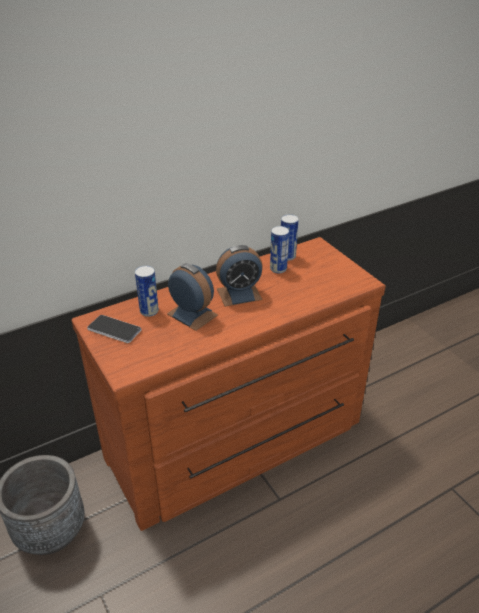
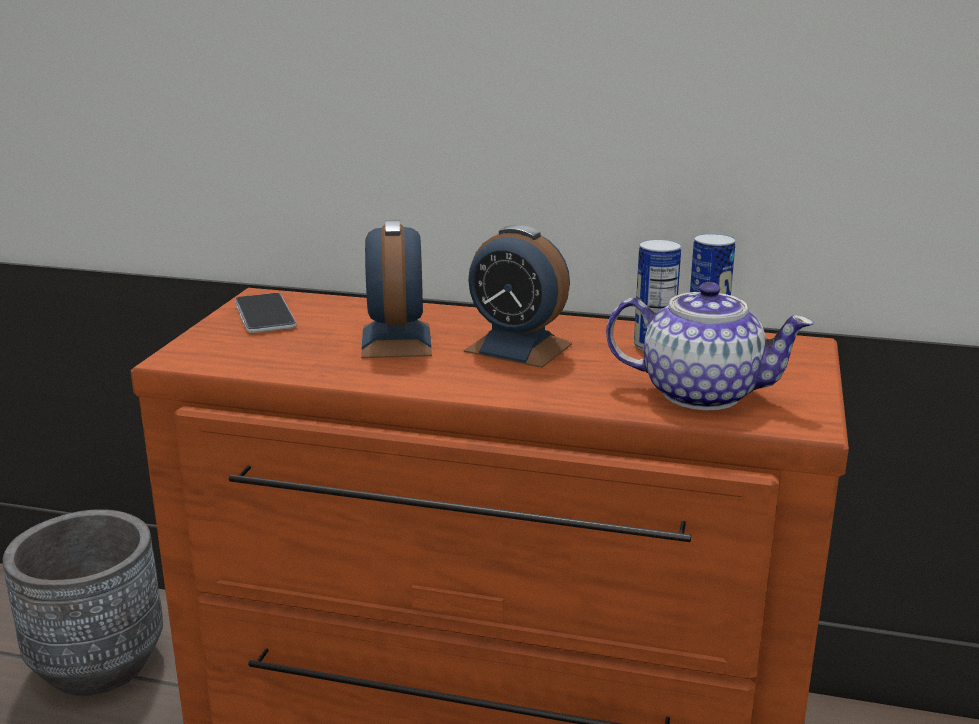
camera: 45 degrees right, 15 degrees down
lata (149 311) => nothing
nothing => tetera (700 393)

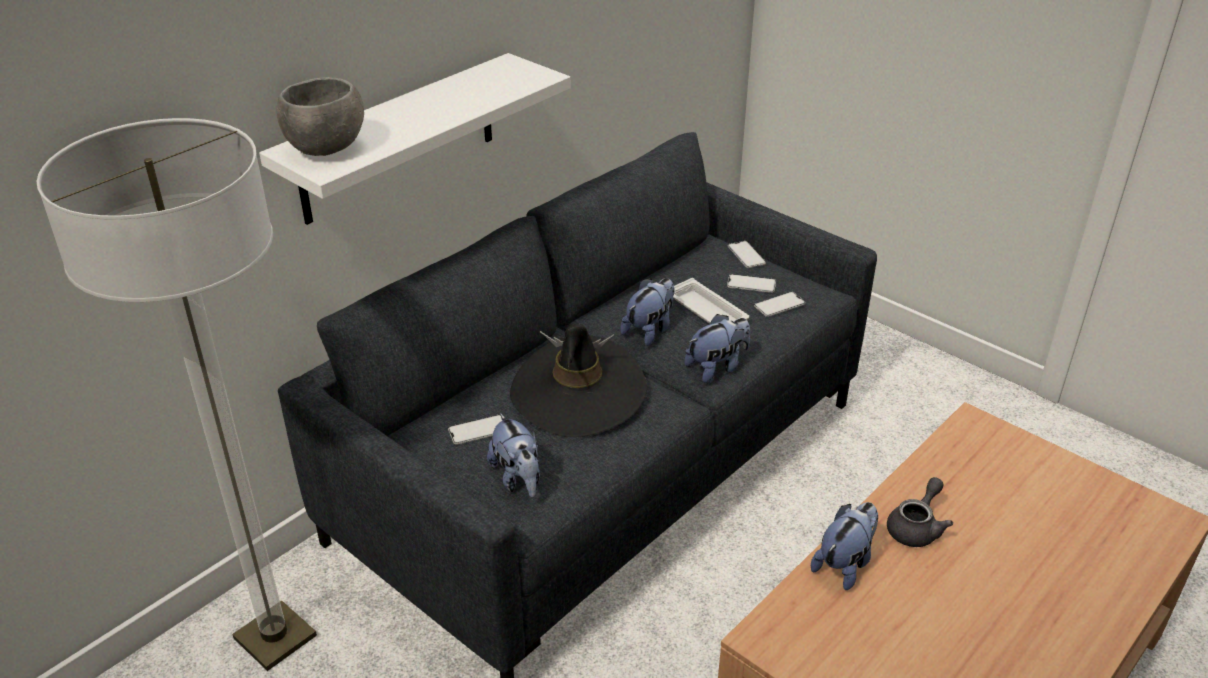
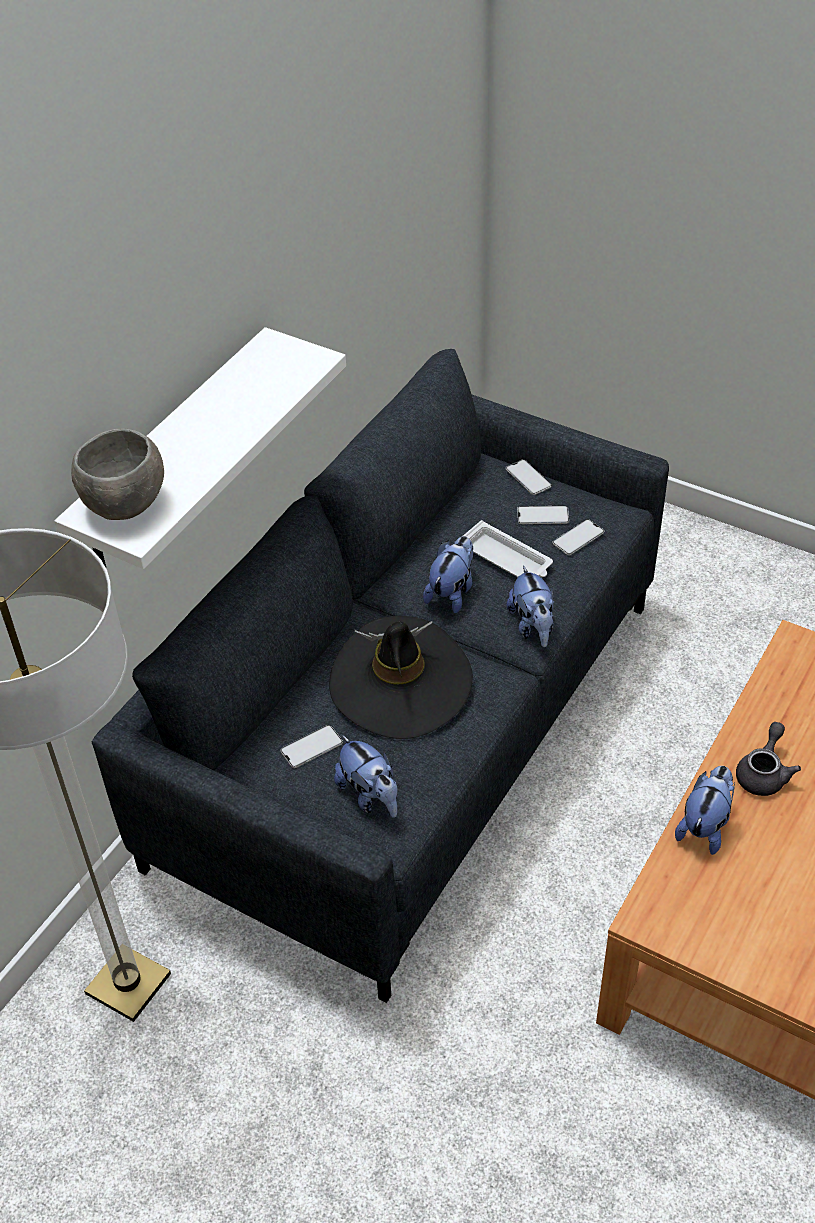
camera: 10 degrees left, 10 degrees up
peluche (717 367) => peluche (533 626), 120 degrees clockwise

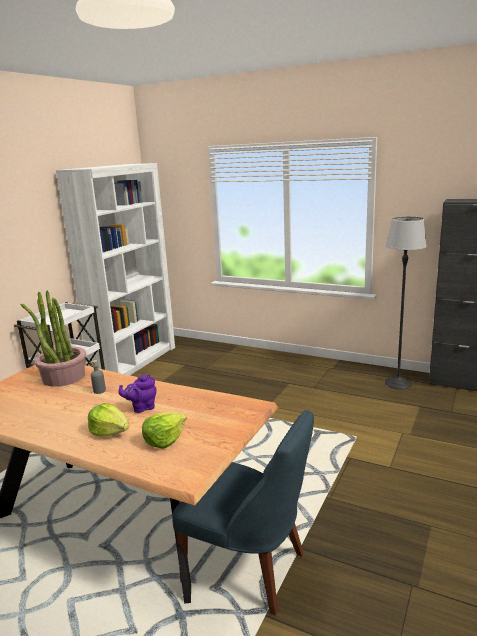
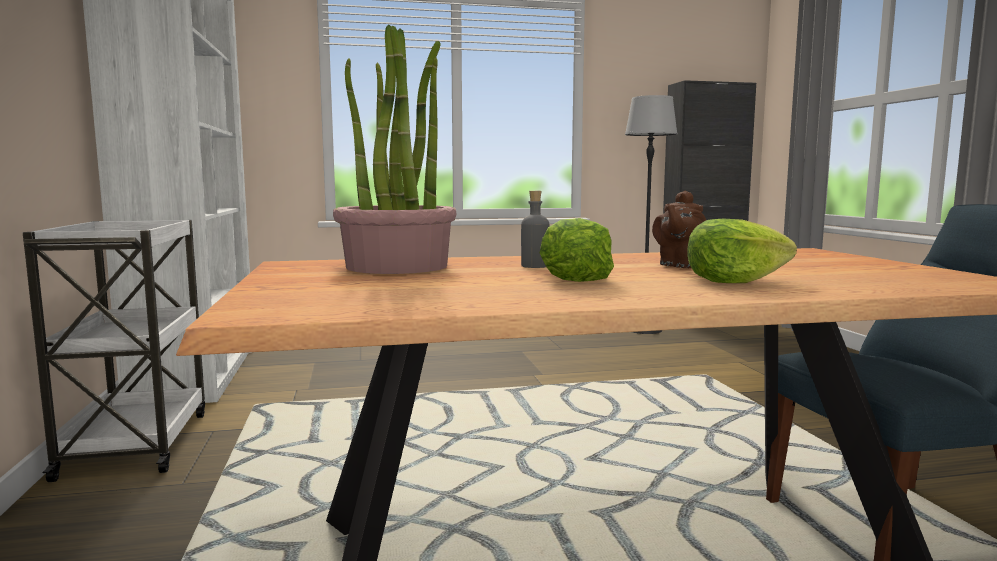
camera: 40 degrees left, 10 degrees down
lechuga (164 440) => lechuga (575 278), shifted
tetera/morado (142 408) => tetera/marrón (678 265)

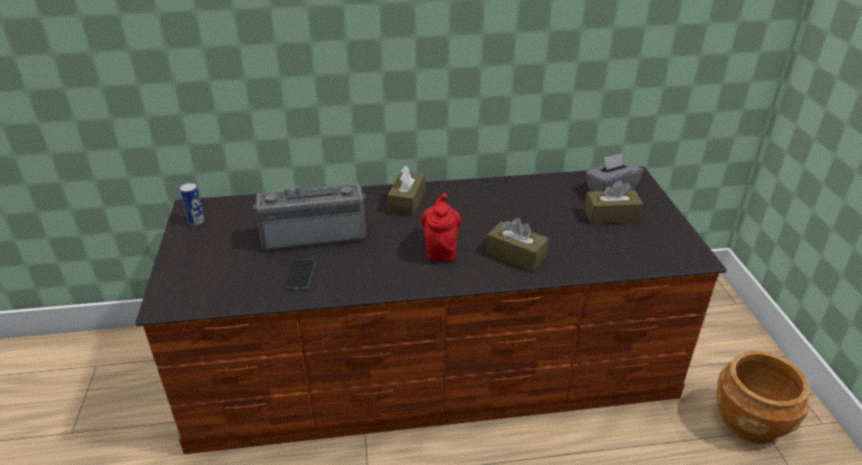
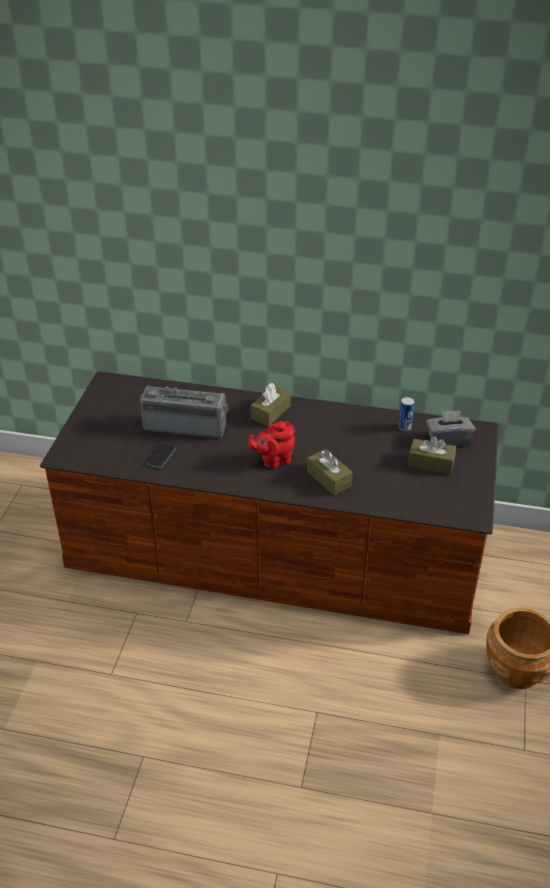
camera: 20 degrees right, 5 degrees up
lata (196 221) => lata (404 427), shifted
tetera/rojo (441 249) => tetera/rojo (274 460), 135 degrees counterclockwise

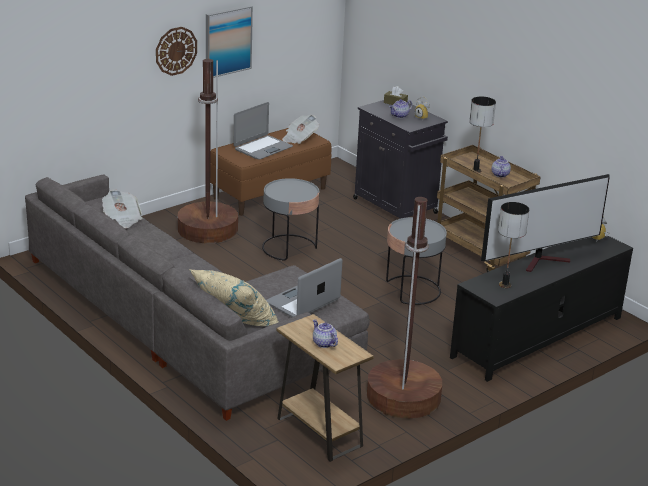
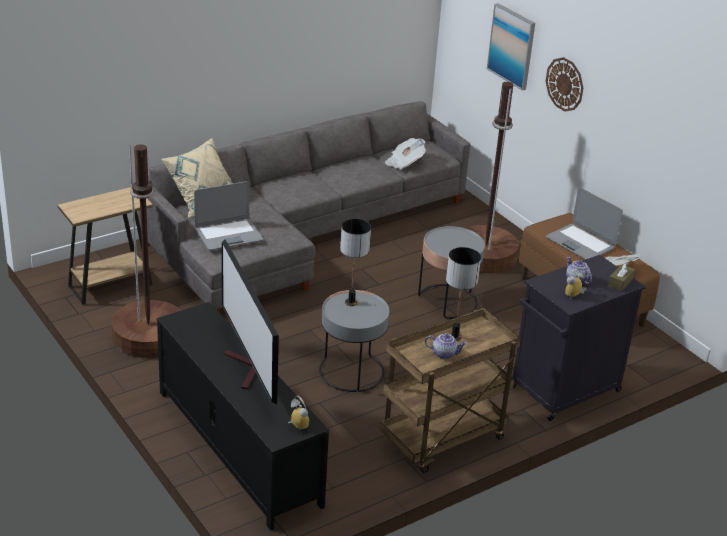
camera: 95 degrees right, 5 degrees up
tetera (323 343) => nothing
cuadro (227 41) => cuadro (512 46), shifted
lámpara de mesa (505 285) => lámpara de mesa (351 302), shifted
portátil (303 302) => portátil (228 235), 105 degrees clockwise

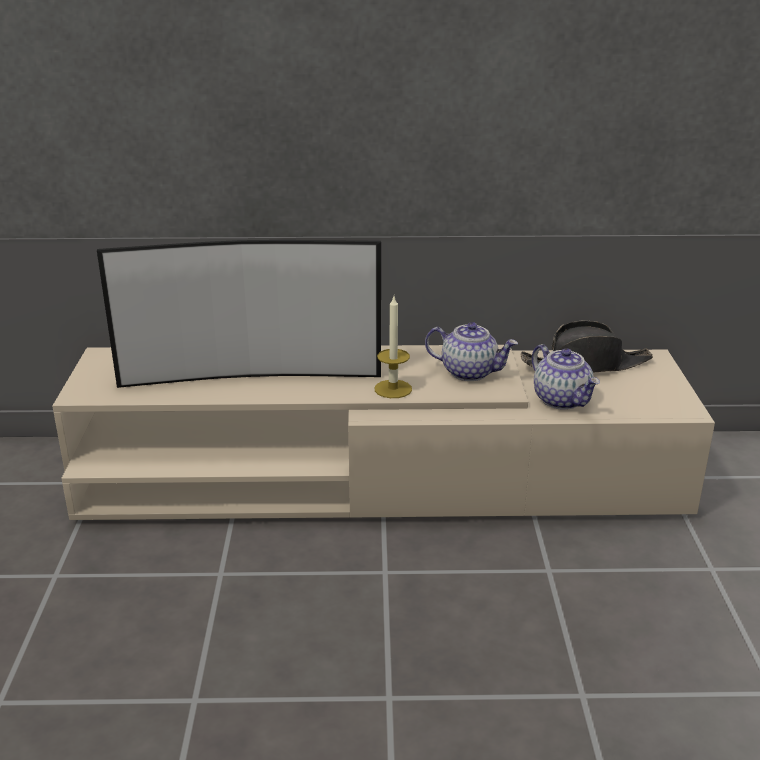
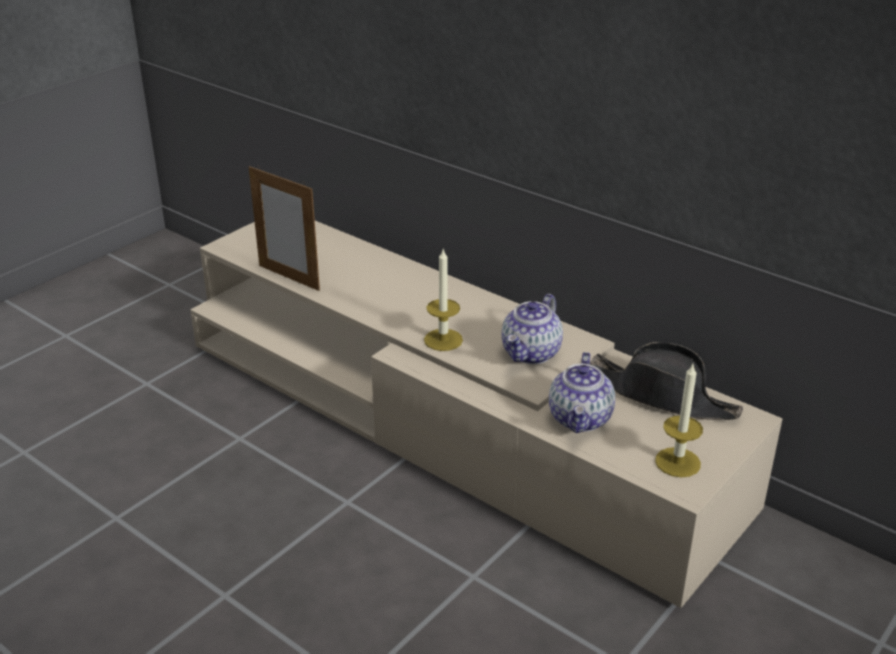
camera: 40 degrees right, 5 degrees up
televisor (250 376) => nothing
nothing => portarretratos (289 277)
nothing => vela (677 462)
tetera (470 372) => tetera (531 353), 60 degrees clockwise

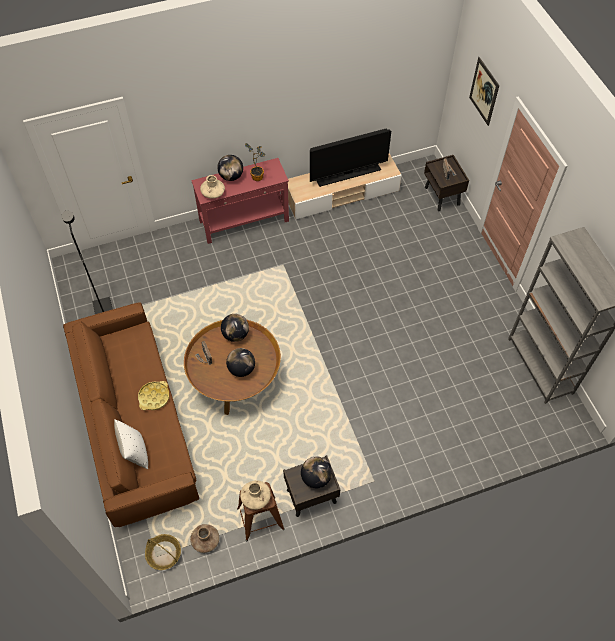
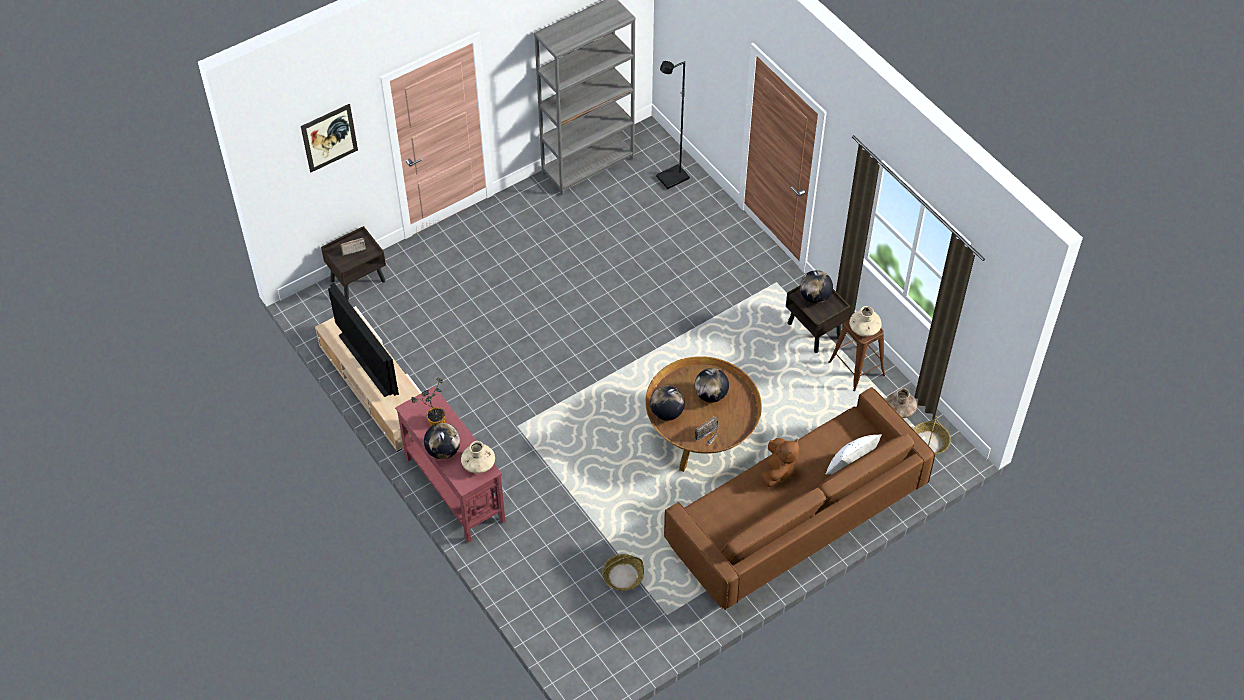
camera: 105 degrees left, 5 degrees down
nothing => cesta (622 576)
lámpara de pie/negro (102 309) => lámpara de pie/negro (672 178), shifted
bandeja/amarillo (154 397) => peluche/marrón (777 471)

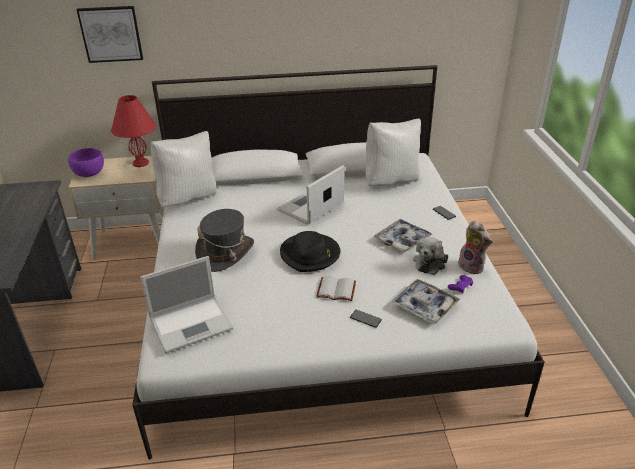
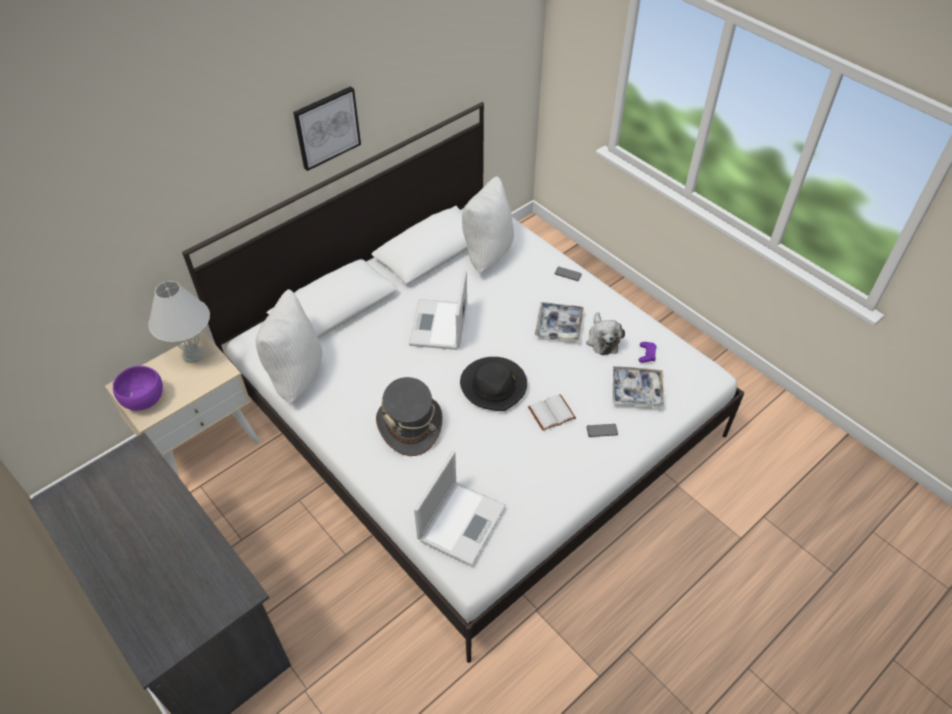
camera: 35 degrees left, 15 degrees up
peluche (472 266) => nothing
cuadro (111 34) => cuadro (326 127), shifted
lámpara de mesa/rojo (140 163) => lámpara de mesa/blanco (194 354)

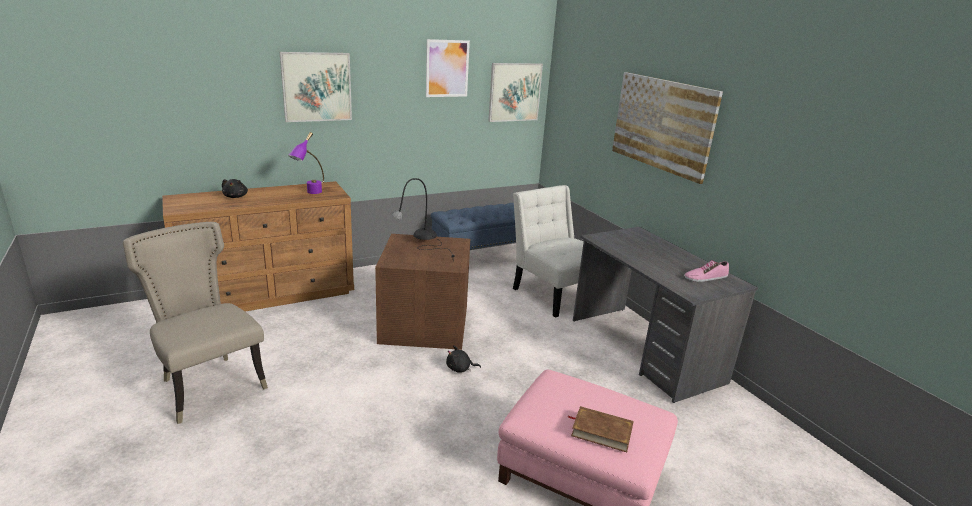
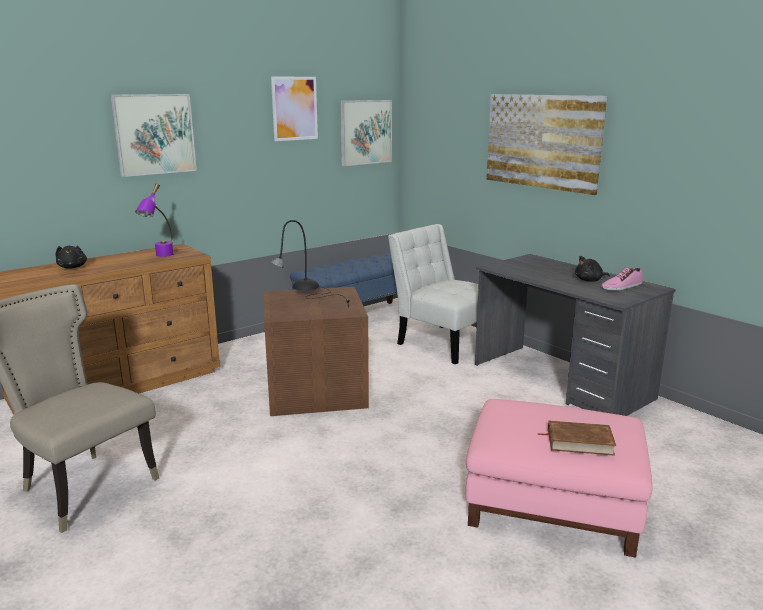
camera: 10 degrees left, 5 degrees down
peluche/negro (460 369) => peluche/negro (590 280), shifted

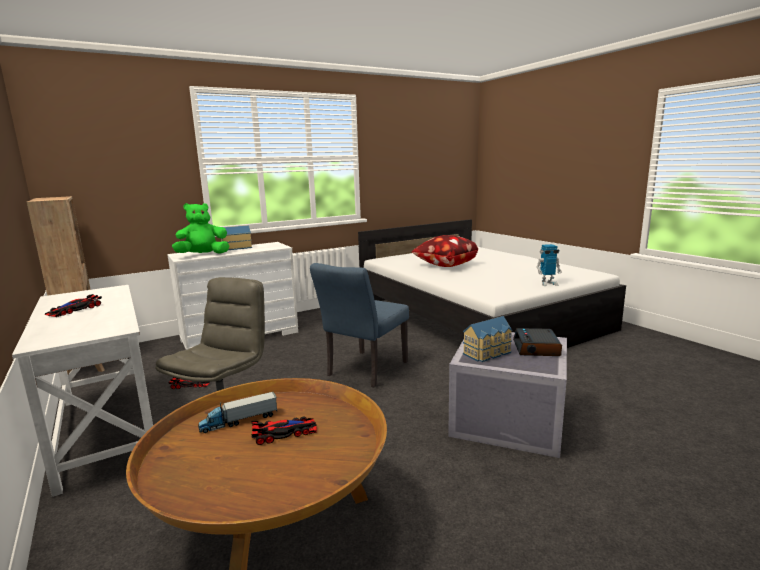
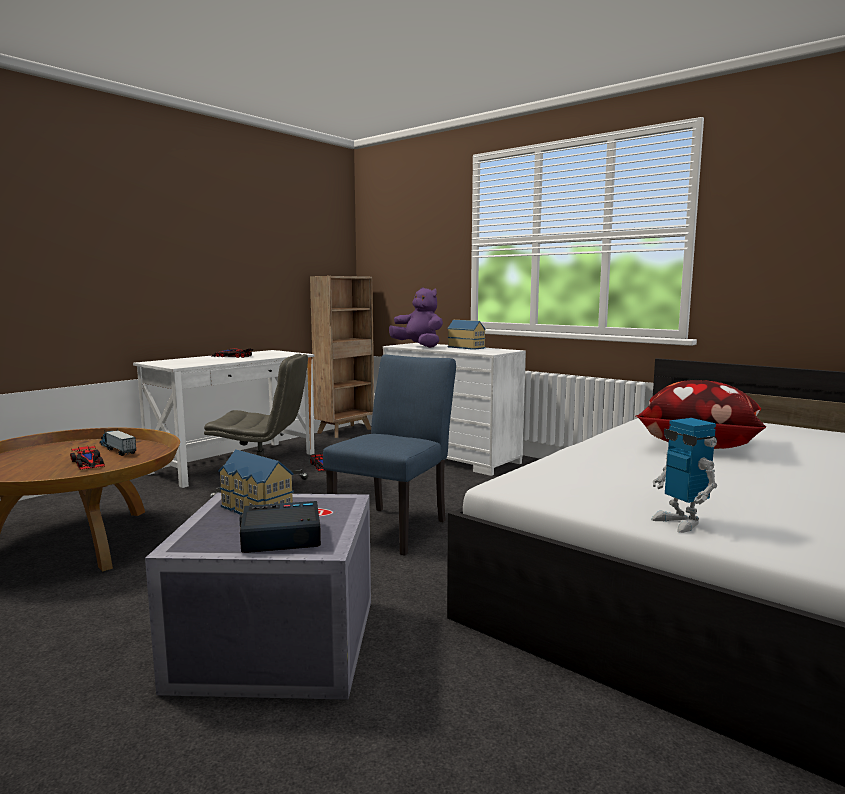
camera: 70 degrees right, 5 degrees down
peluche/verde (203 255) => peluche/morado (418 346)
silla/azul (364 371) => silla/azul (395 526), 105 degrees clockwise

